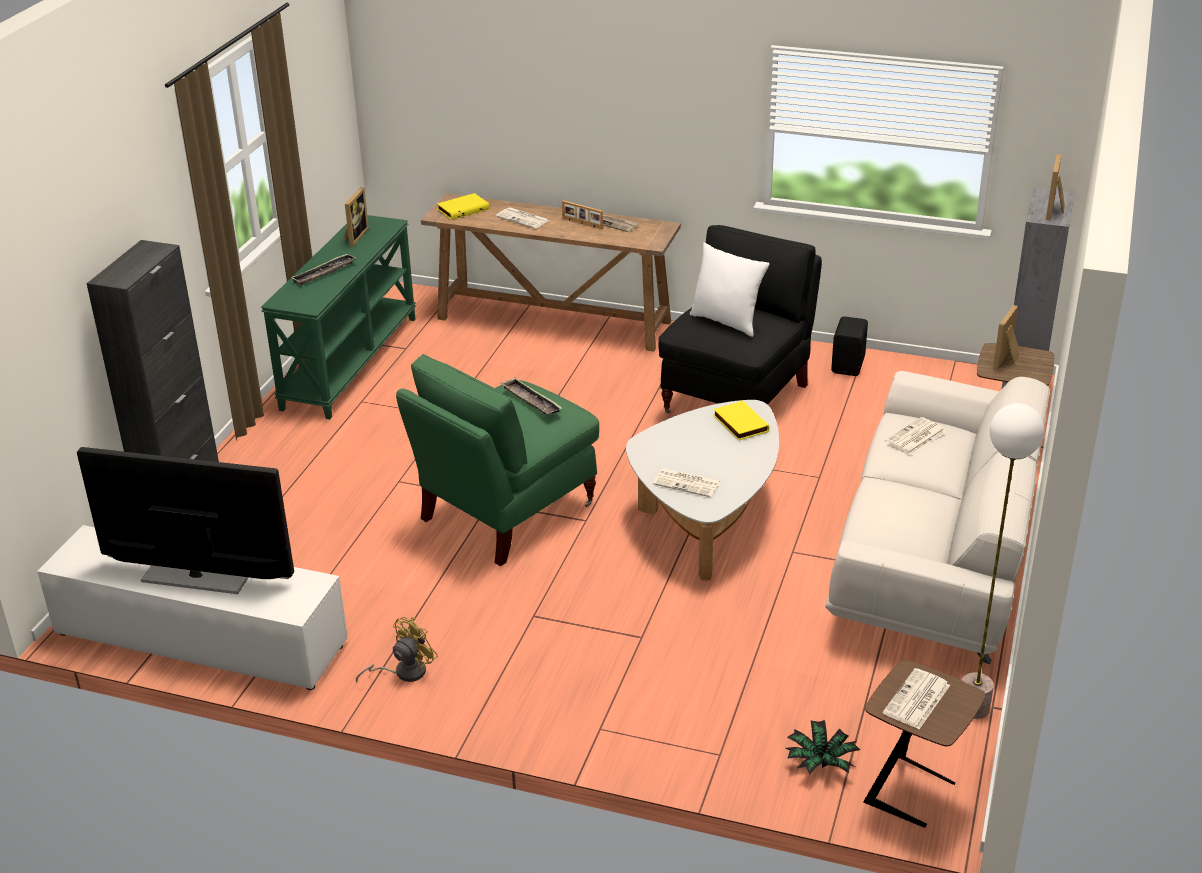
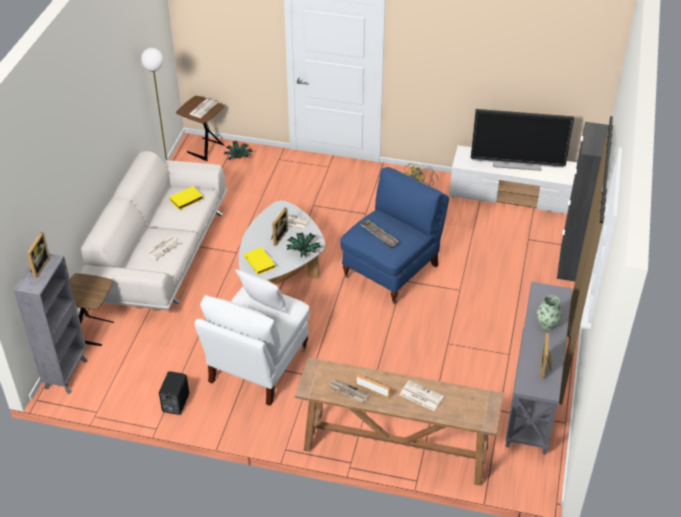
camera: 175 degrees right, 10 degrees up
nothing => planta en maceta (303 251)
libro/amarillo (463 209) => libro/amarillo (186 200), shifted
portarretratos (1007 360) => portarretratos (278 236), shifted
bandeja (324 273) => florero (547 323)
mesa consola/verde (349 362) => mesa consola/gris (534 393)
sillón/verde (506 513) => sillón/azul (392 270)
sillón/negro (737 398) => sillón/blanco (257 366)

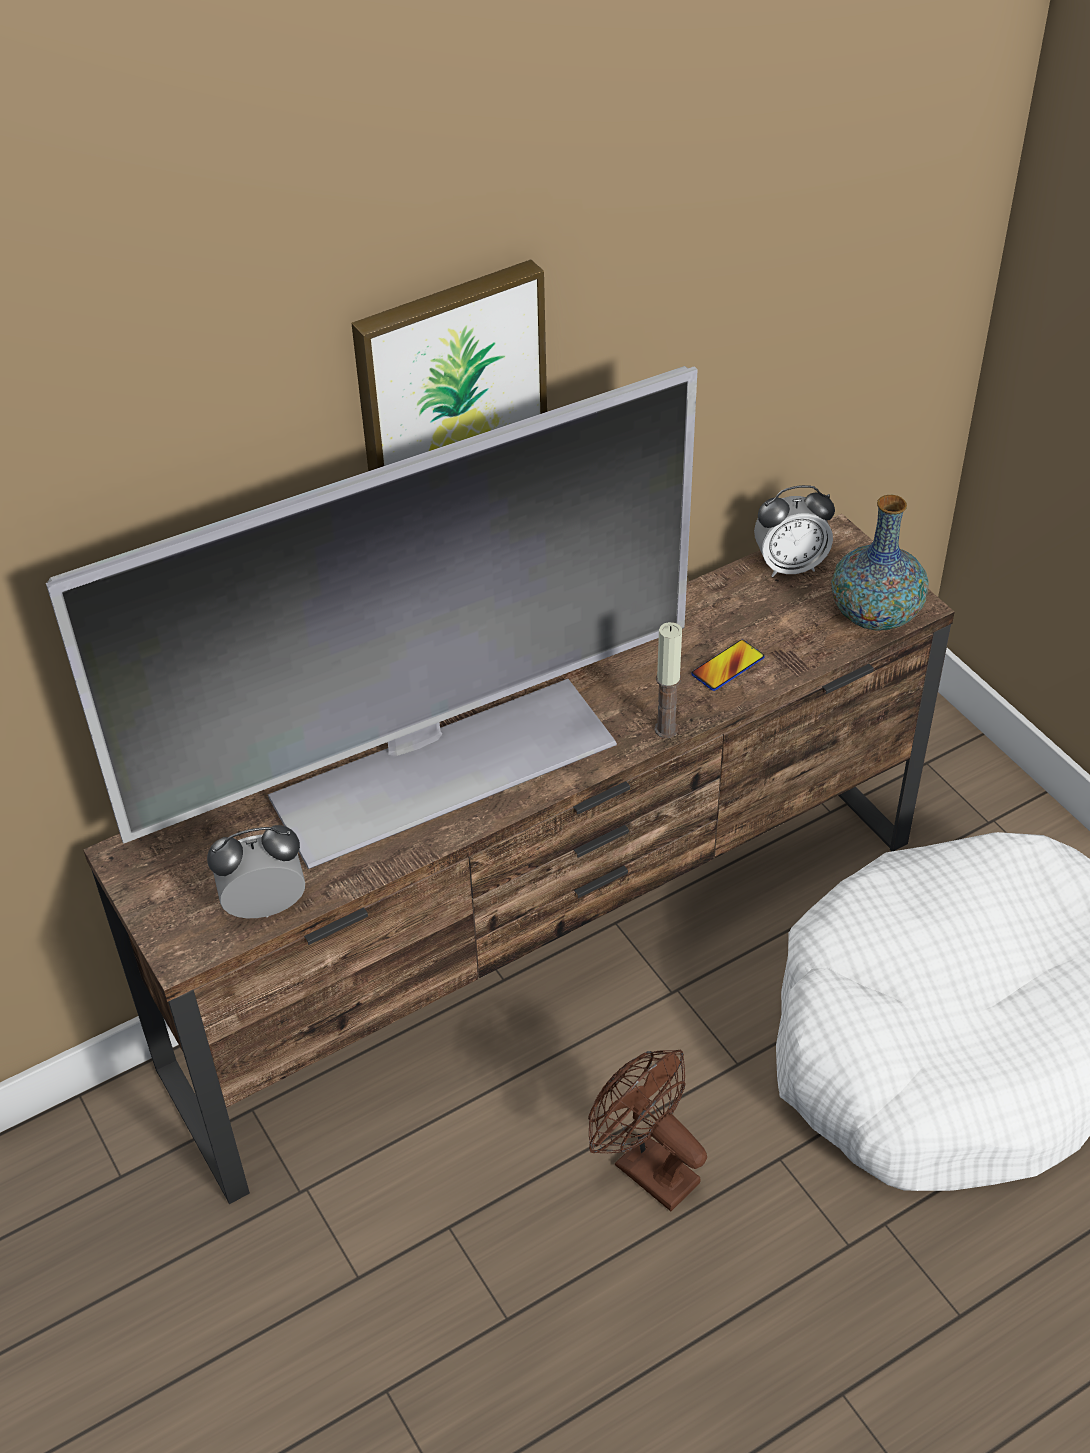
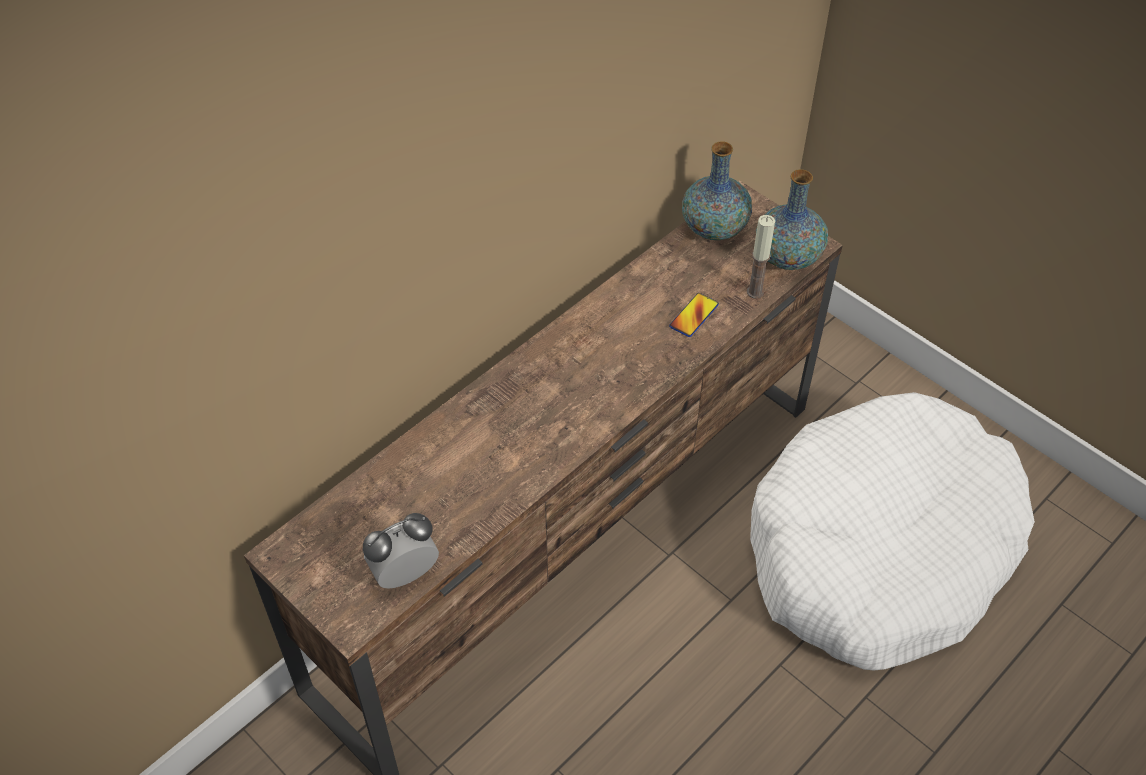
camera: 15 degrees left, 5 degrees up
televisor (439 767) => nothing
cuadro (448 375) => nothing
ventilador/marrón (646 1167) => nothing
vela (666 729) => vela (755 292), shifted
despertador (790 566) => florero (714 228)

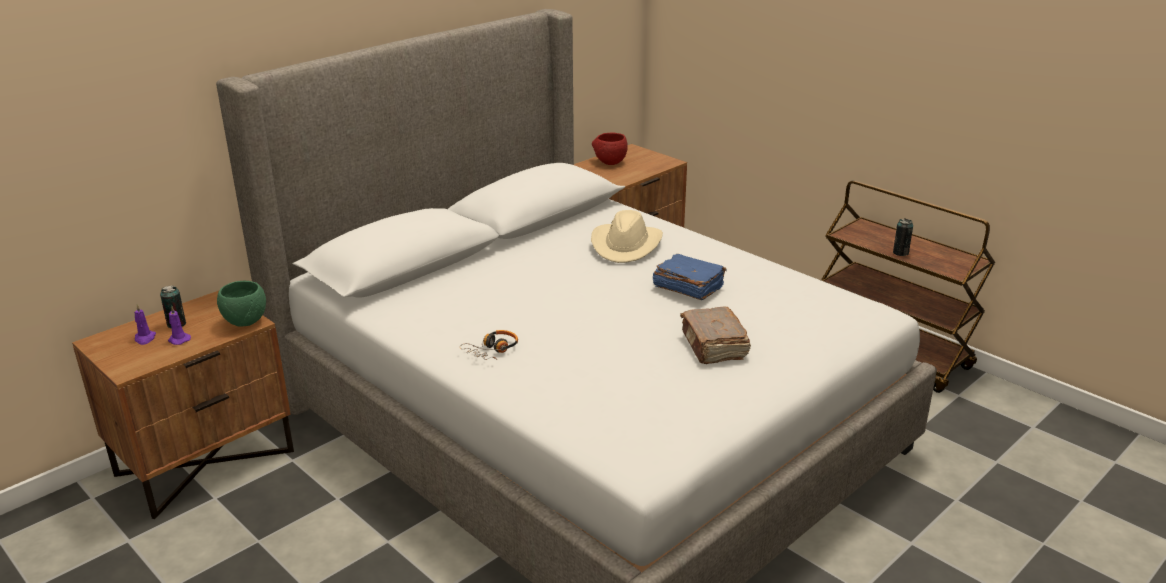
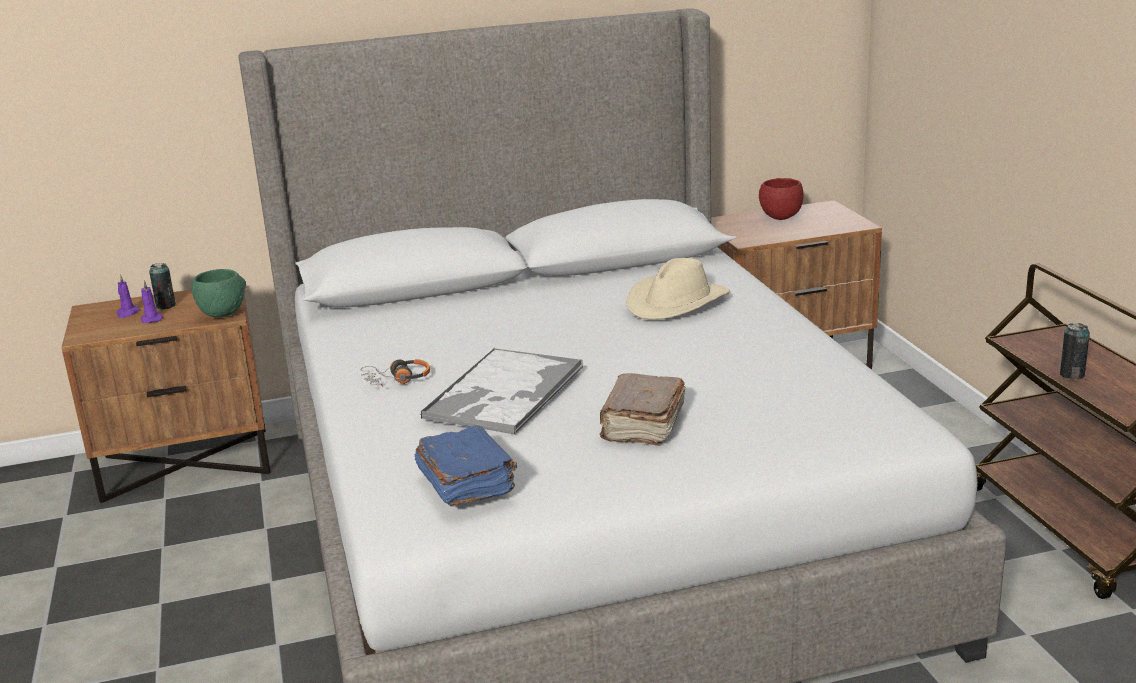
camera: 30 degrees right, 5 degrees down
nothing => bandeja (504 393)
libro/azul (687 287) => libro/azul (466 482), shifted

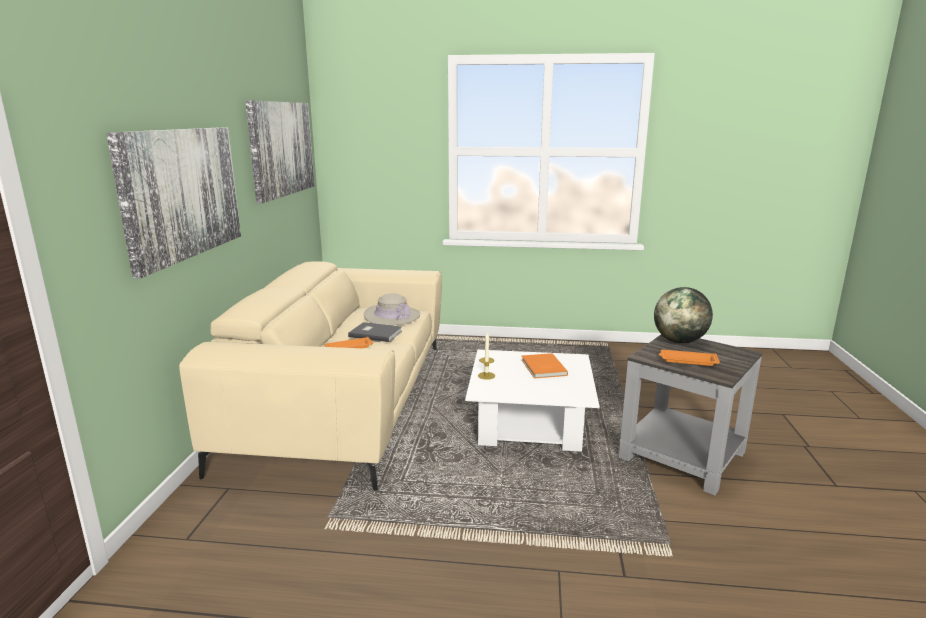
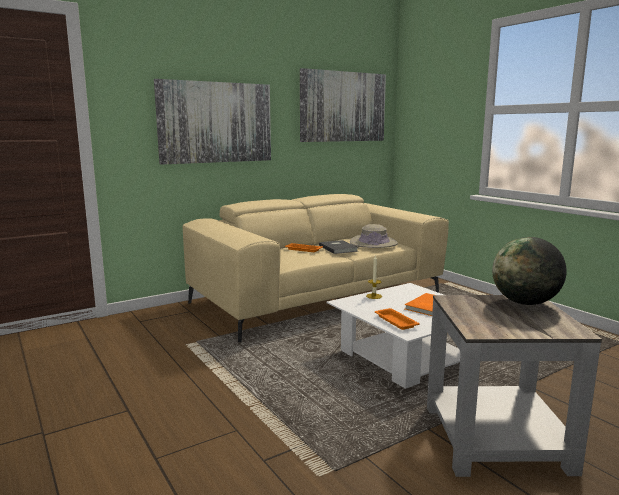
camera: 50 degrees right, 5 degrees down
bandeja/naranja (687 360) => bandeja/naranja (395 321), shifted

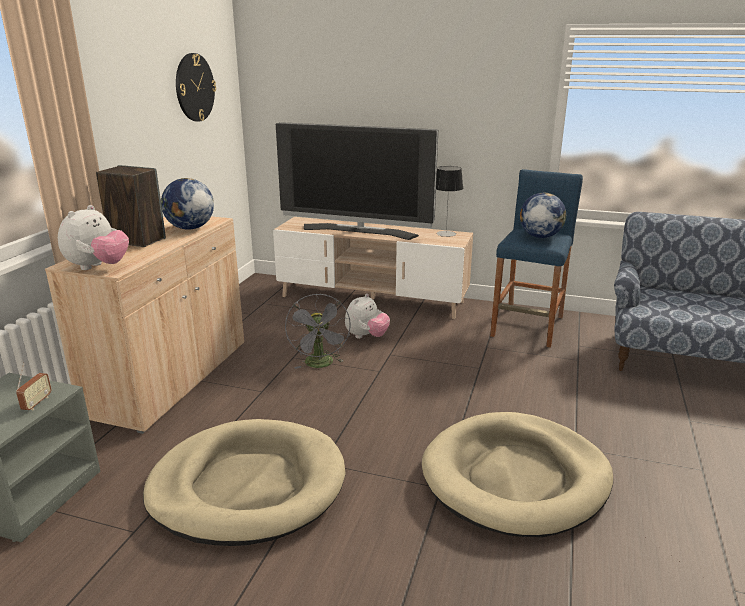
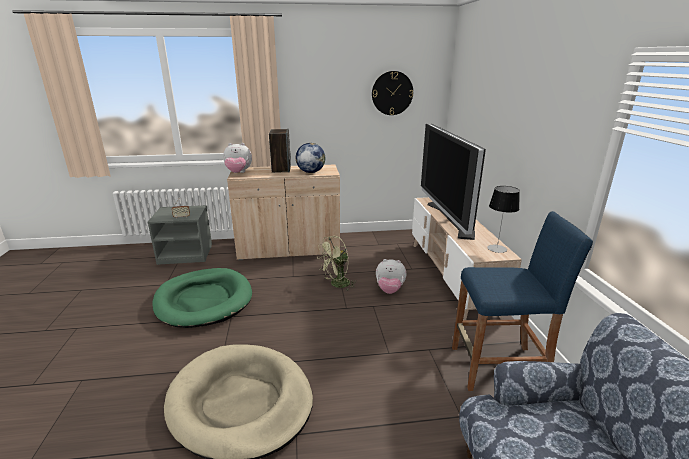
camera: 65 degrees right, 0 degrees up
globo terráqueo (540 236) => nothing
cama para perro/beis (247 486) => cama para perro/verde (204 300)
ventilador/gris (320 365) => ventilador/verde (337 285)

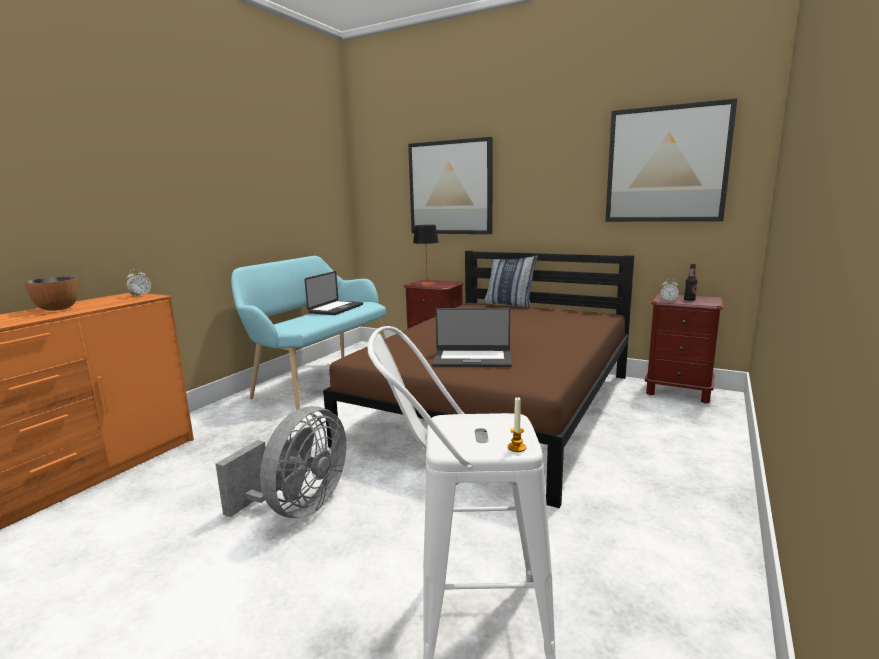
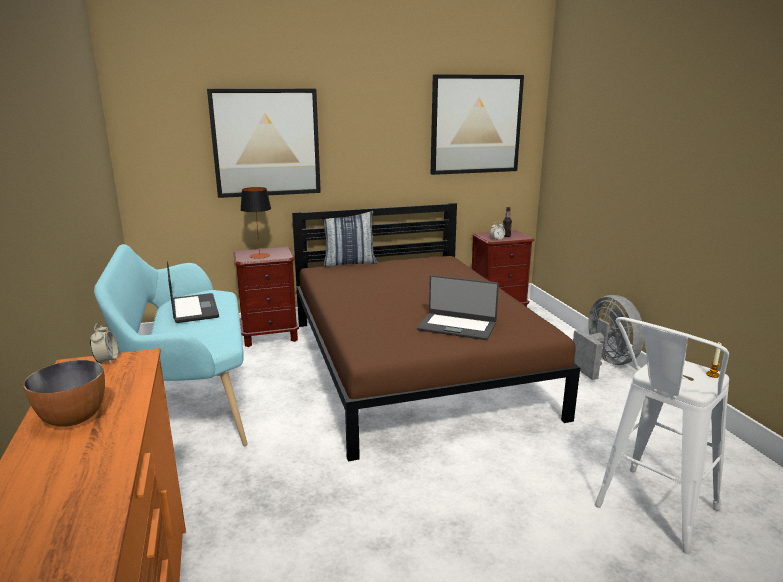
camera: 45 degrees left, 5 degrees up
ventilador/gris (297 507) => ventilador/gris (604 363), shifted
portátil (472 359) => portátil (457 326), 60 degrees clockwise

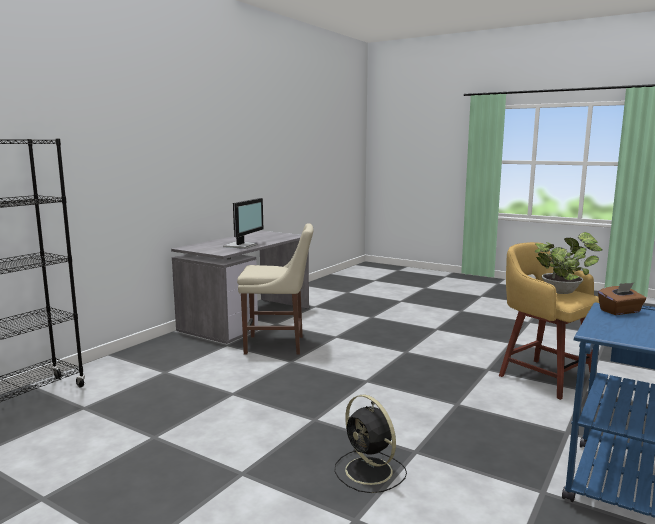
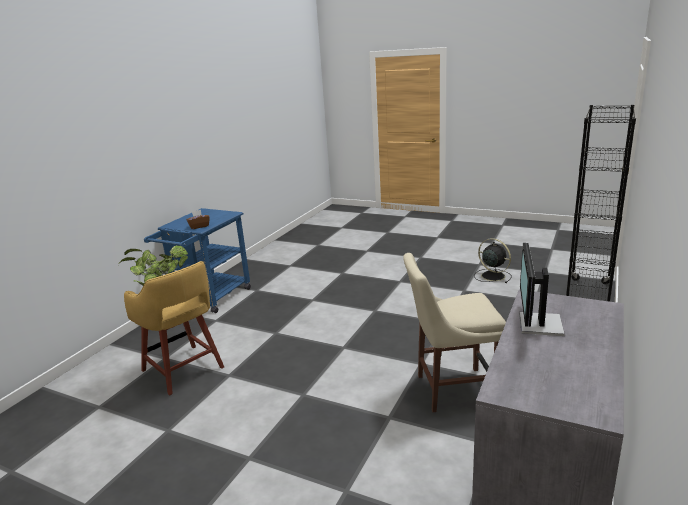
camera: 175 degrees right, 10 degrees up
ventilador/negro (370 472) => ventilador/negro (492 276), shifted

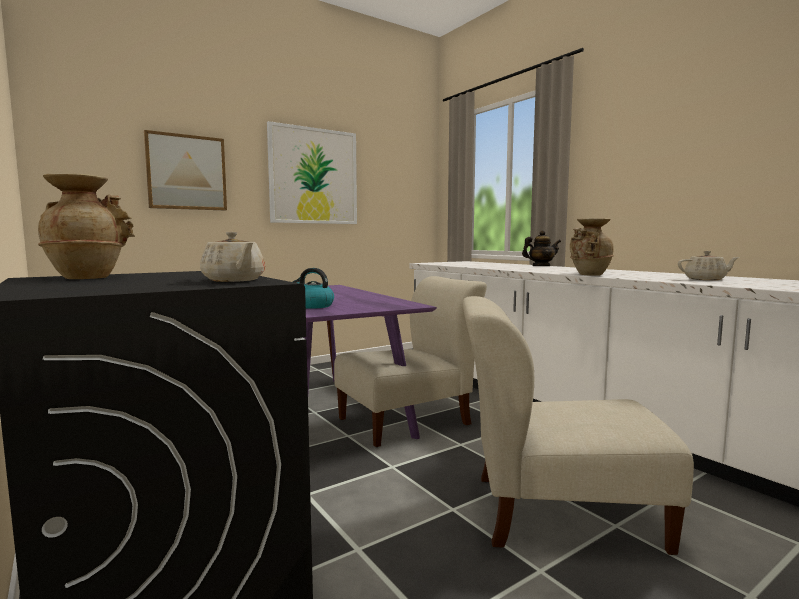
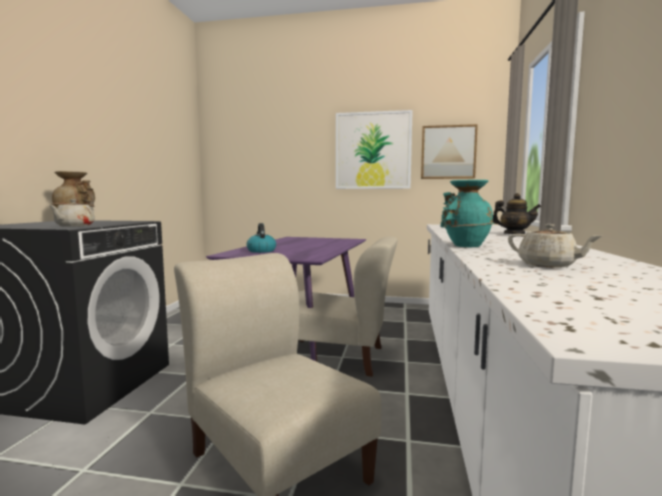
camera: 45 degrees right, 0 degrees up
cuadro (186 172) => cuadro (448 152), shifted
florero/beis (589 274) => florero/turquesa (464 245)

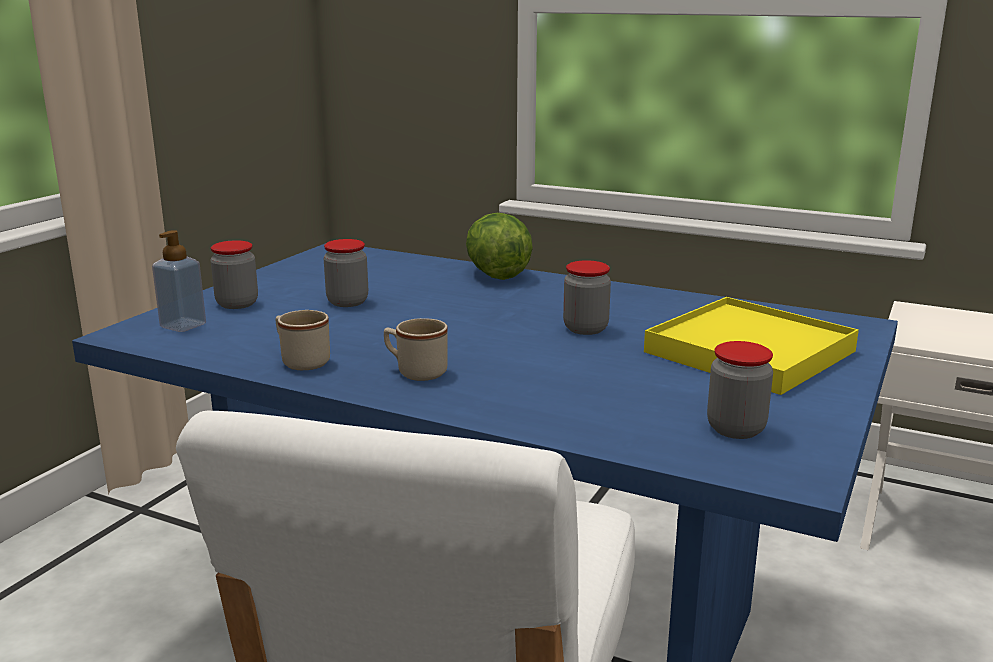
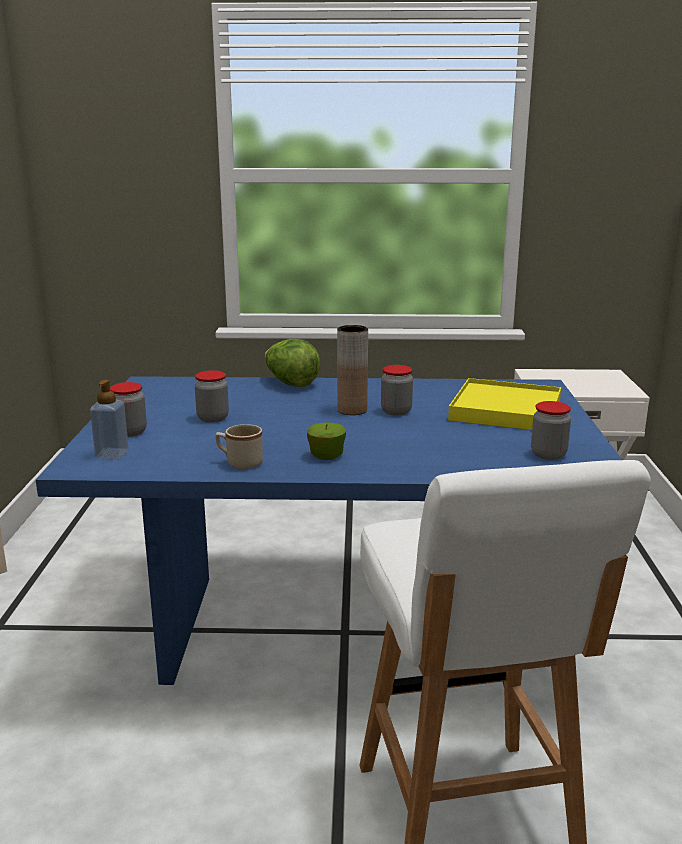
camera: 25 degrees left, 0 degrees up
nothing => florero/marrón (352 410)
taza grande/beis (415 372) => manzana (326 456)

